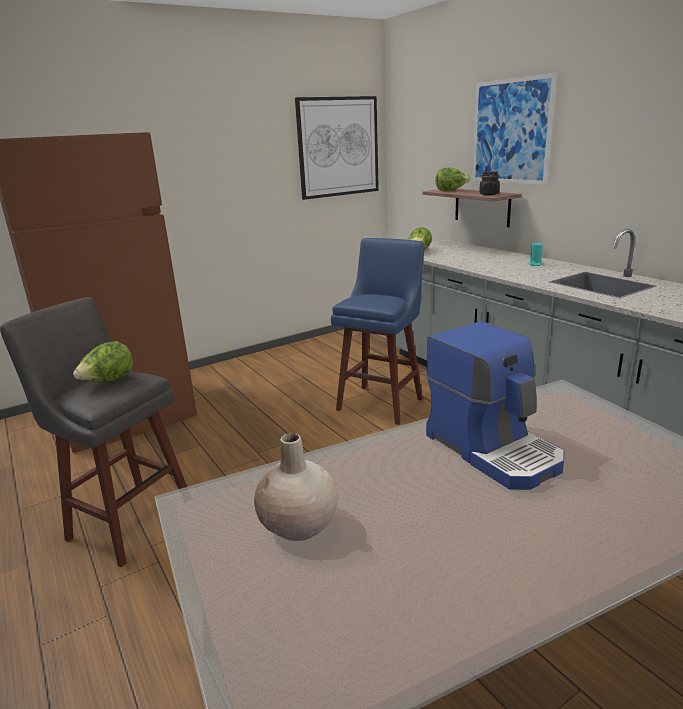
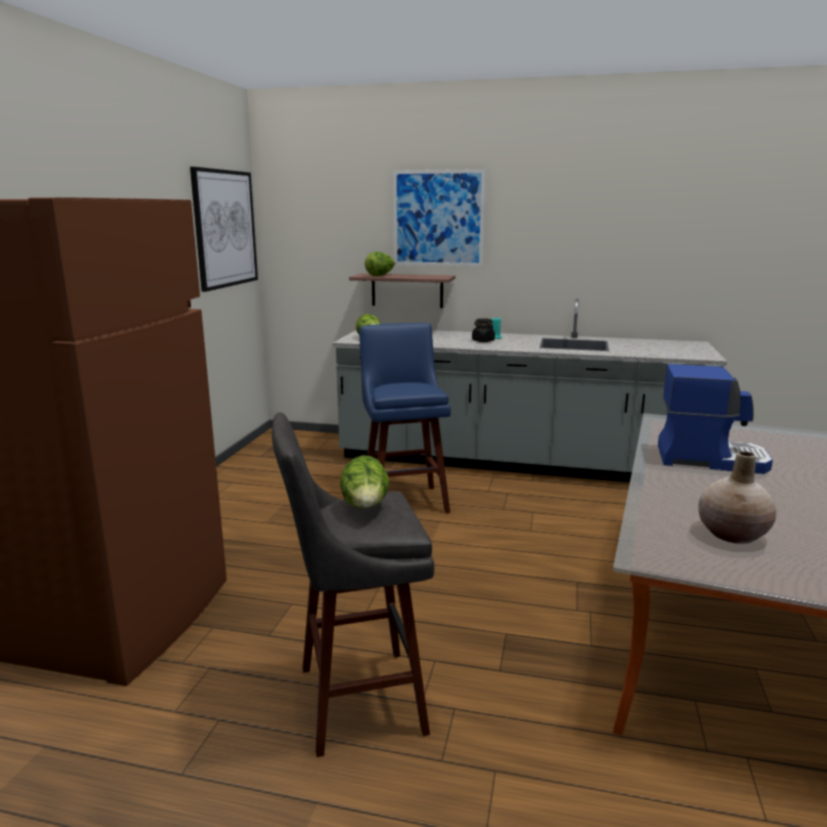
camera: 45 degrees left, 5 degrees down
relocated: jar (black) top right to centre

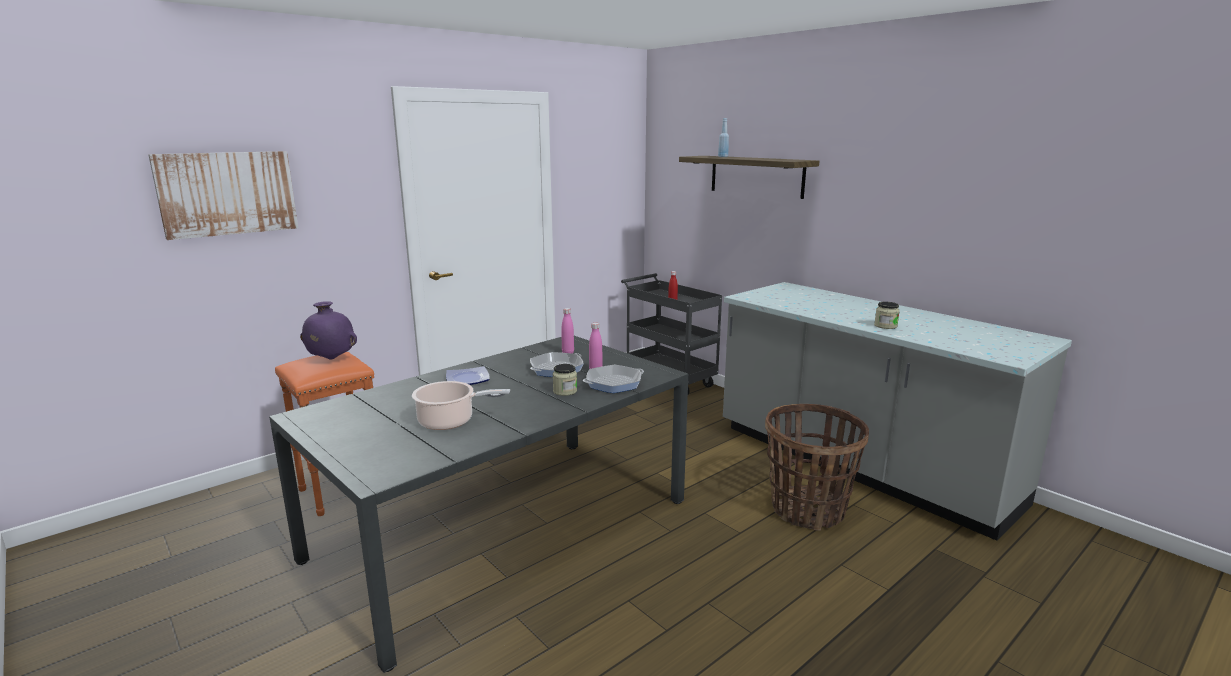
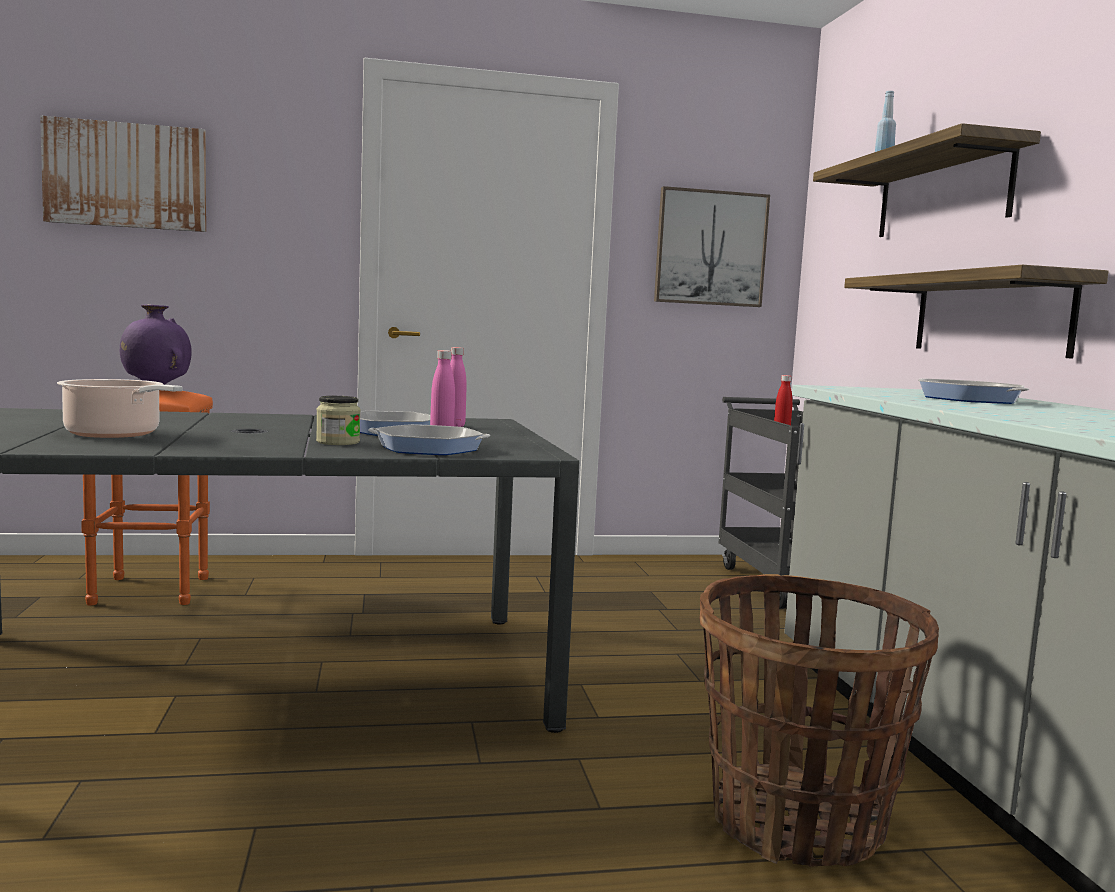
camera: 30 degrees right, 10 degrees down
missing: plate centre; jar (no. 2 from left) middle right
appeared: picture (no. 2 from left) top centre; shelf (no. 2 from left) middle right; frying pan (no. 3 from left) middle right

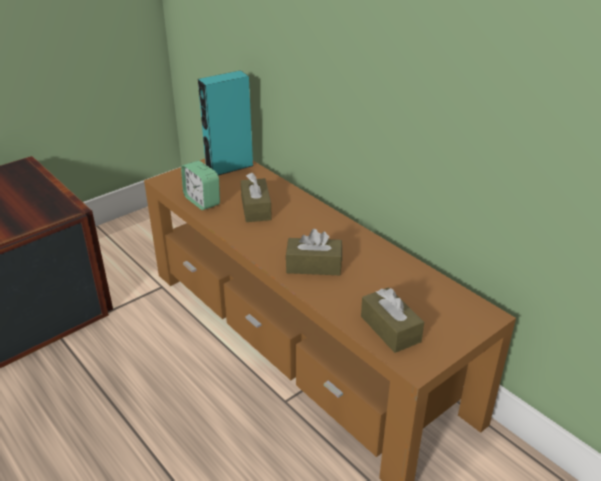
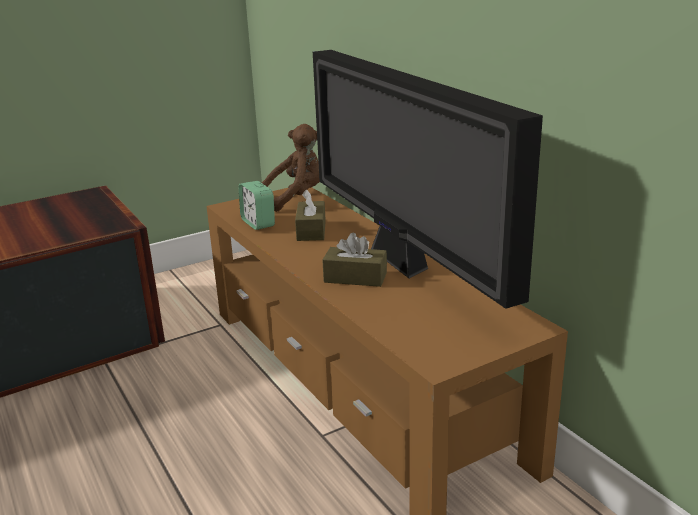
camera: 10 degrees right, 10 degrees down
missing: tissue box (brown) (no. 3 from left) centre
appeared: television centre
exchanged: speaker (turquoise) top centre to plush toy (brown) top centre

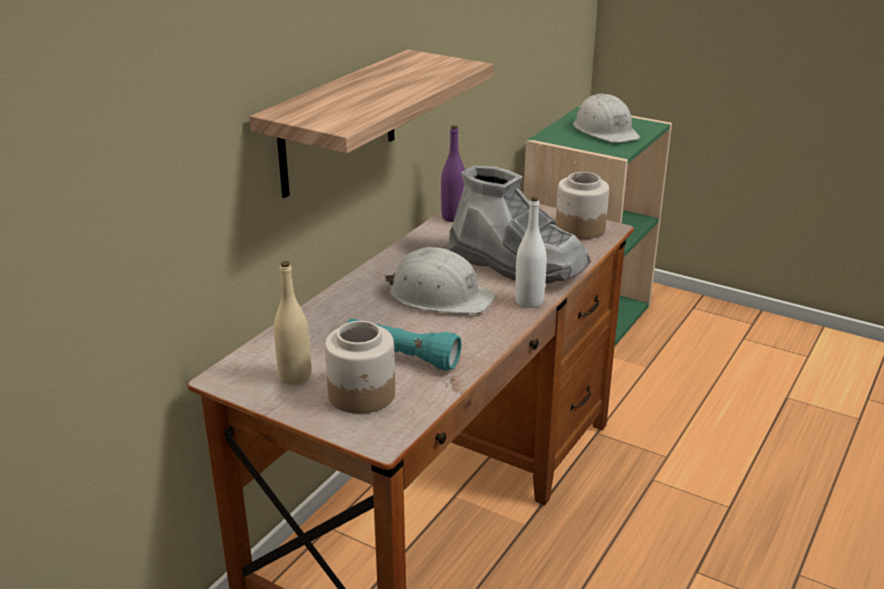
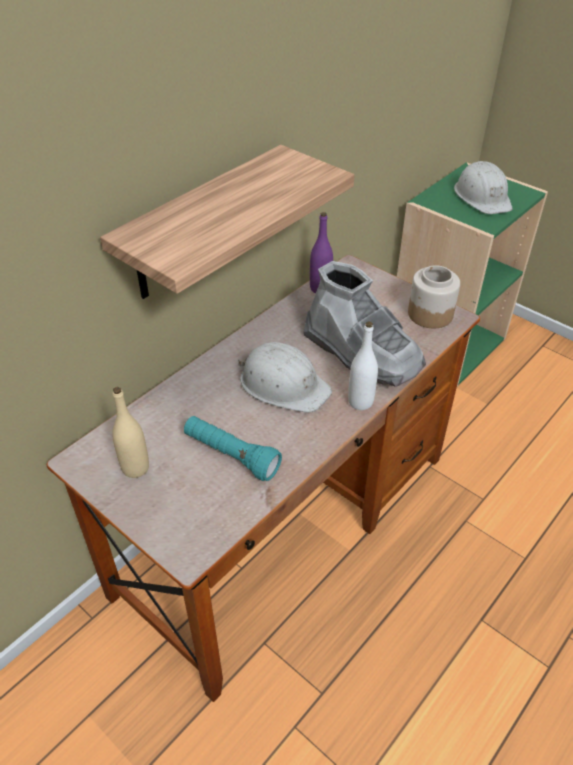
camera: 10 degrees right, 15 degrees up
missing: jar (no. 1 from left) centre

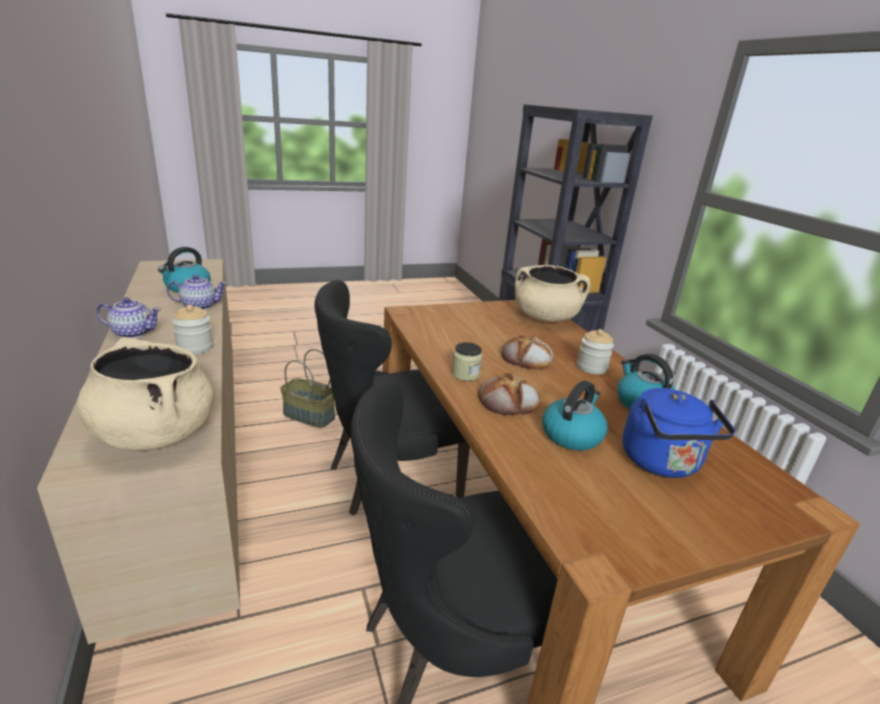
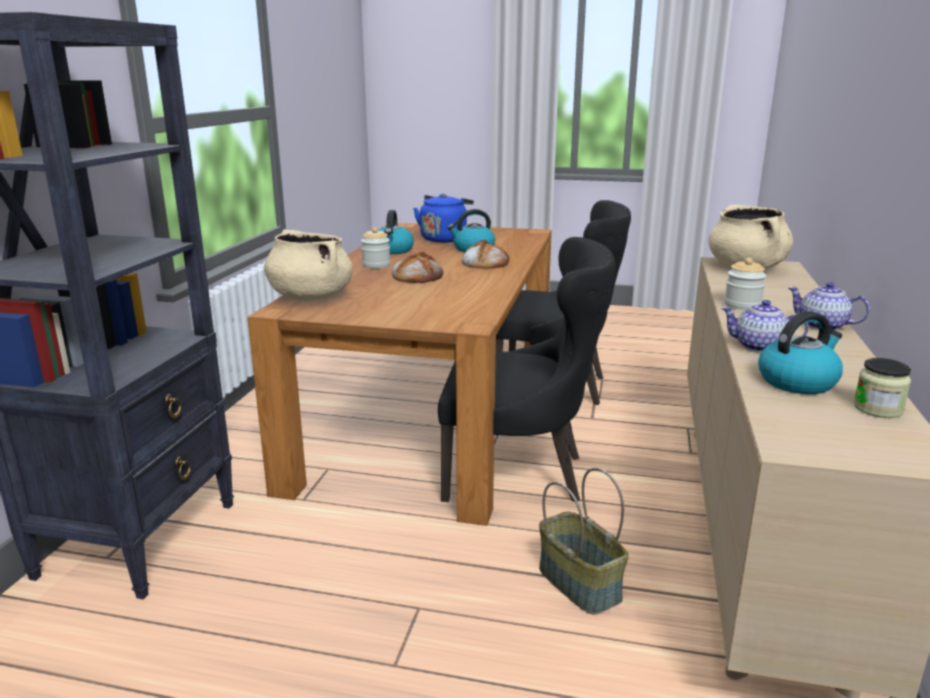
camera: 145 degrees left, 5 degrees down
relocated: jar (no. 2 from left in the first image) centre to jar (no. 3 from left) middle right

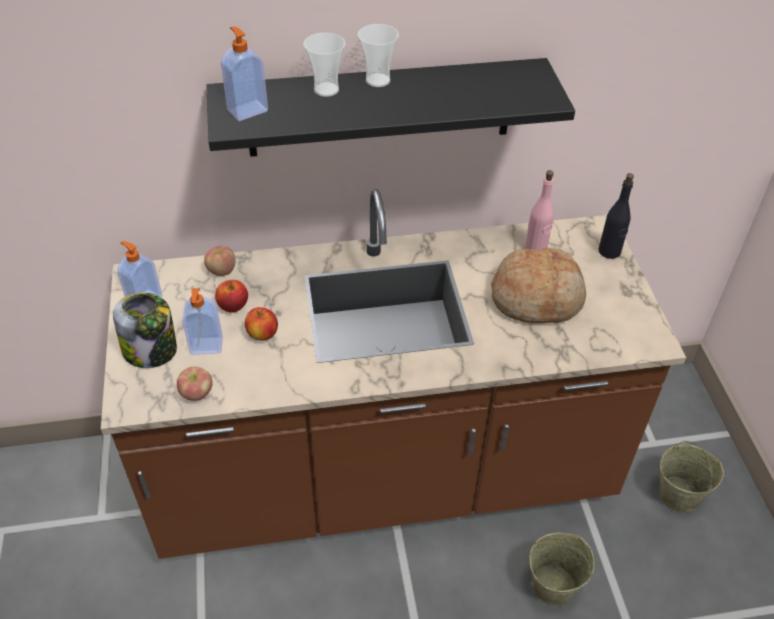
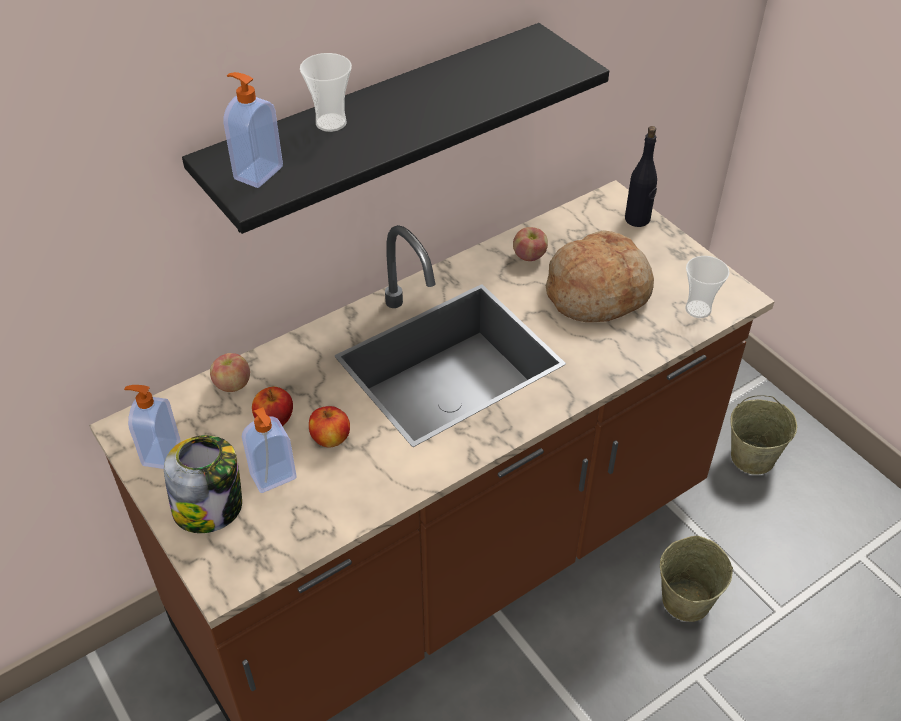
camera: 25 degrees left, 0 degrees up
missing: bottle (pink) middle right
relocated: apple (no. 1 from left in the first image) middle left to apple (no. 4 from left) centre; cup (no. 2 from left) top centre to middle right

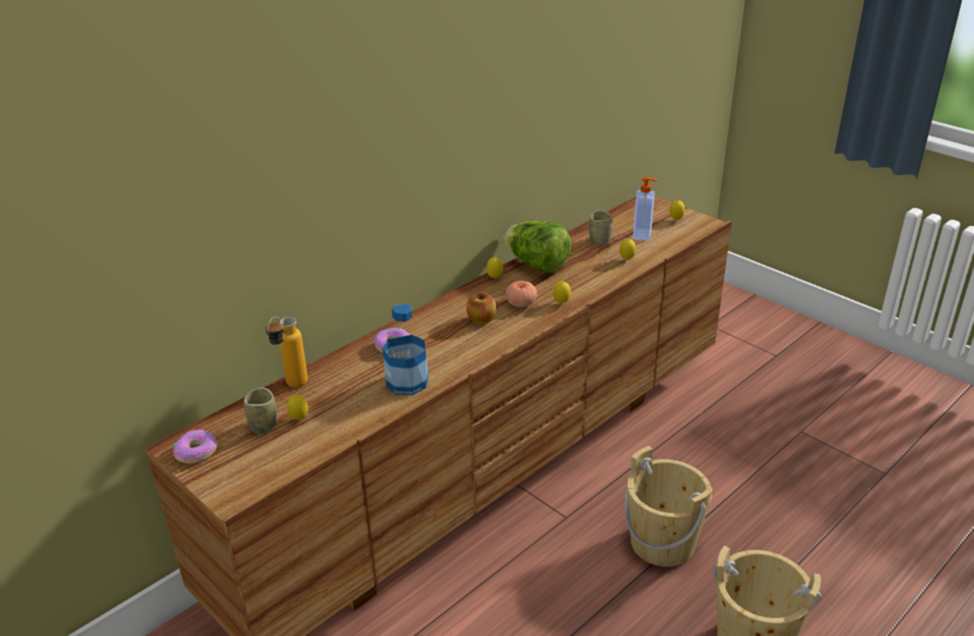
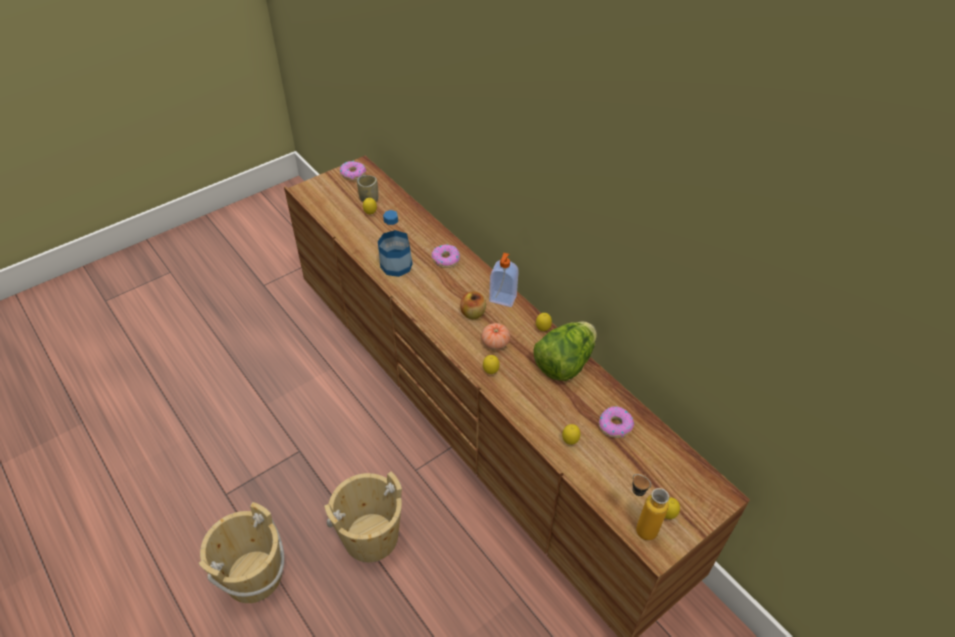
camera: 95 degrees right, 15 degrees up
relocated: soap dispenser top centre to centre; bottle (no. 1 from left in the first image) middle left to bottle (no. 2 from left) bottom right
exchanged: cup (no. 2 from left) centre to donut (no. 3 from left) centre

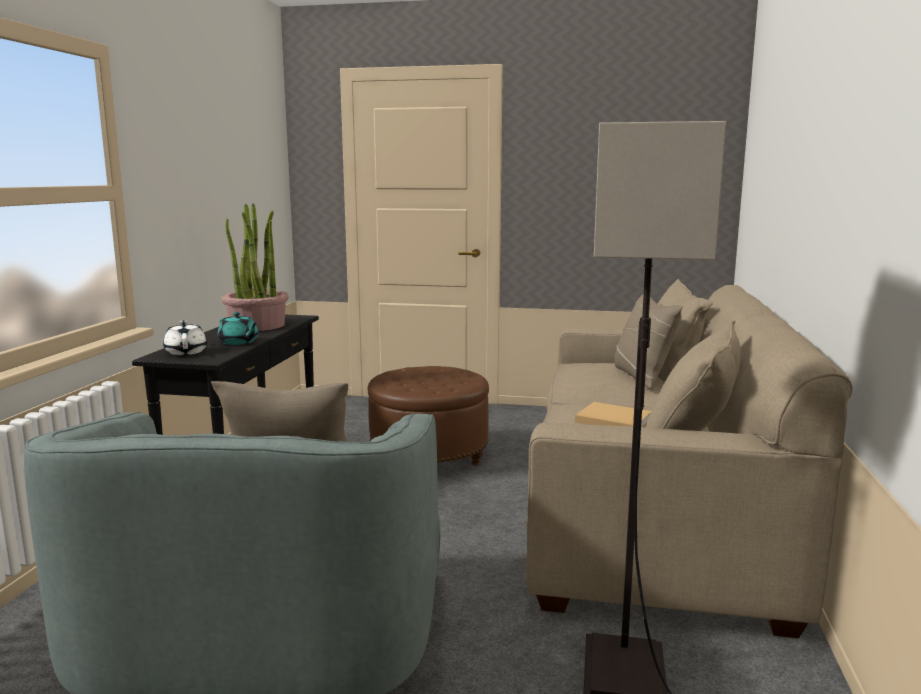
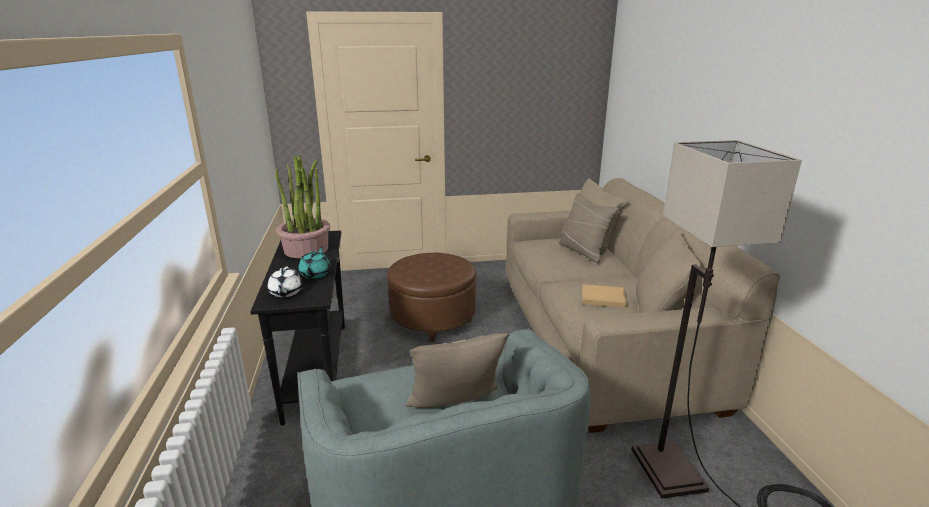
camera: 20 degrees left, 10 degrees up
spun: teapot (white) middle left = middle left 150 degrees counterclockwise; teapot (turquoise) middle left = centre 105 degrees counterclockwise

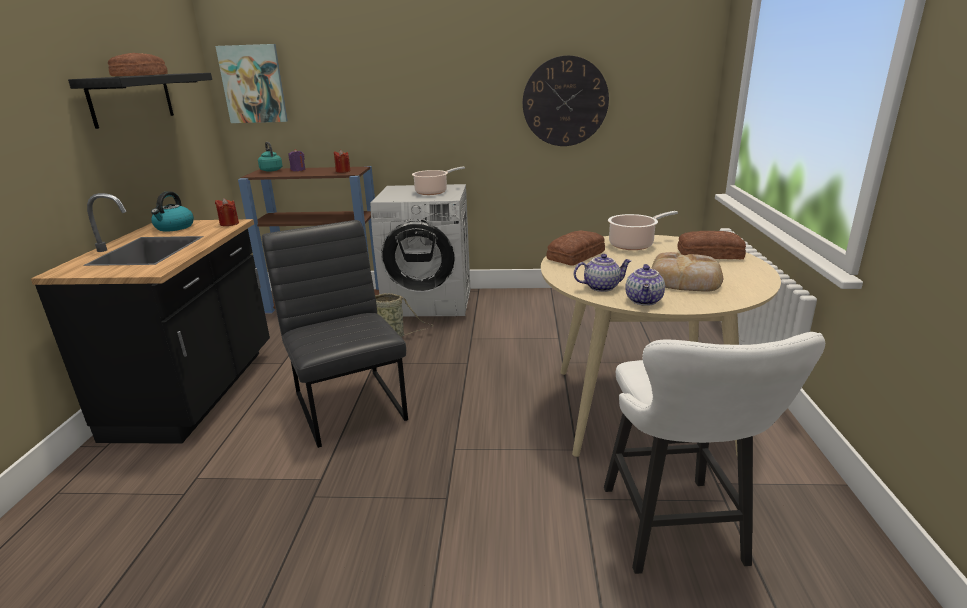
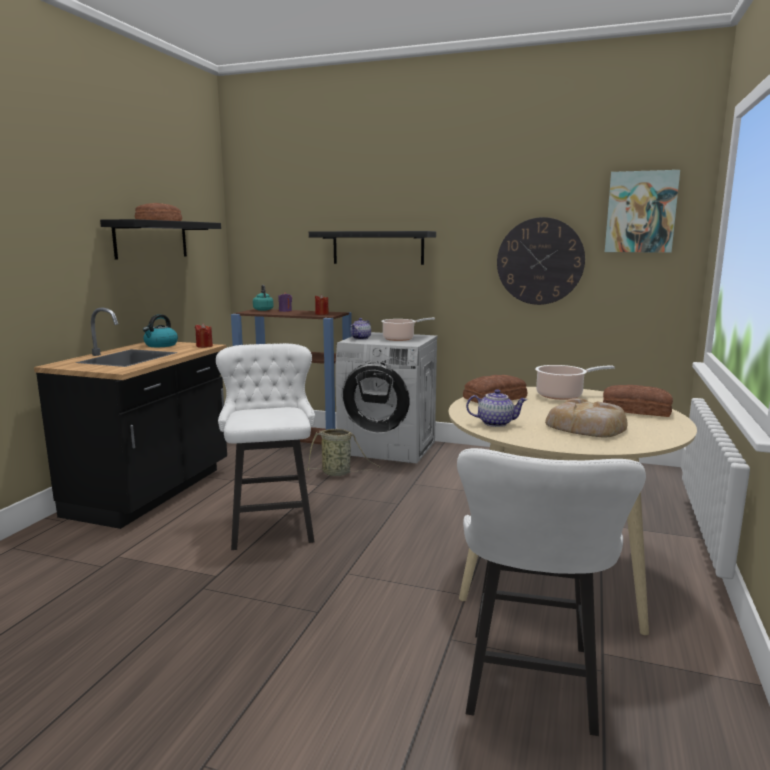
camera: 15 degrees right, 10 degrees down
appeared: shelf (black) (no. 2 from left) top centre
relocated: teapot (no. 2 from left in the first image) middle right to teapot (no. 1 from left) centre; picture top left to top right
exchanged: chair (grey) centre to stool (white) (no. 1 from left) centre

